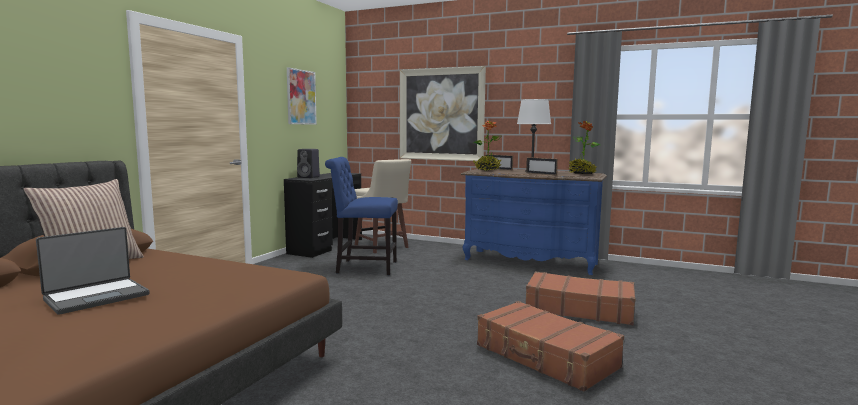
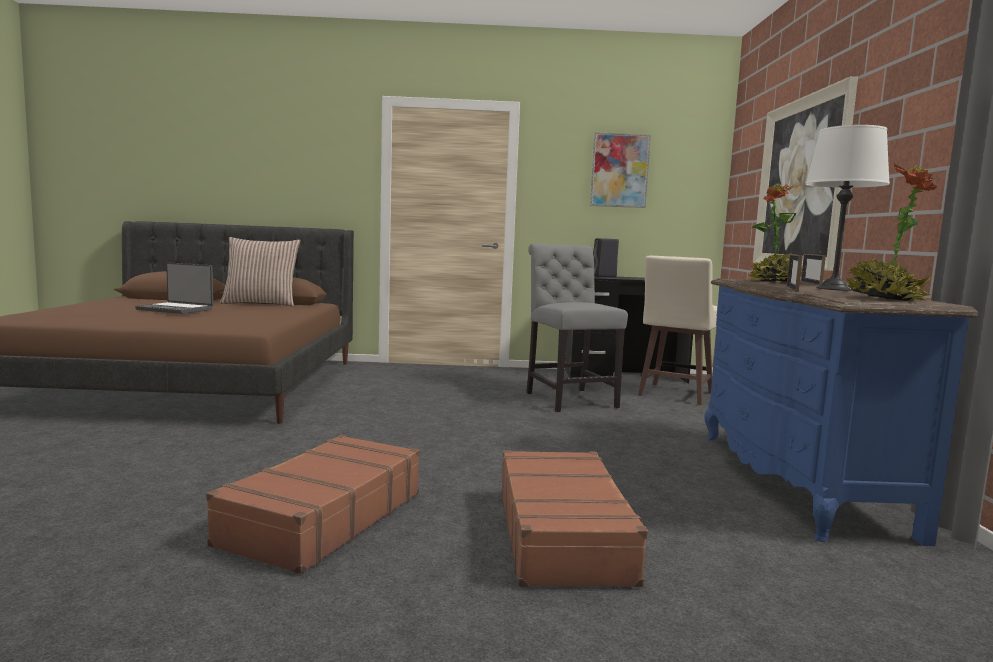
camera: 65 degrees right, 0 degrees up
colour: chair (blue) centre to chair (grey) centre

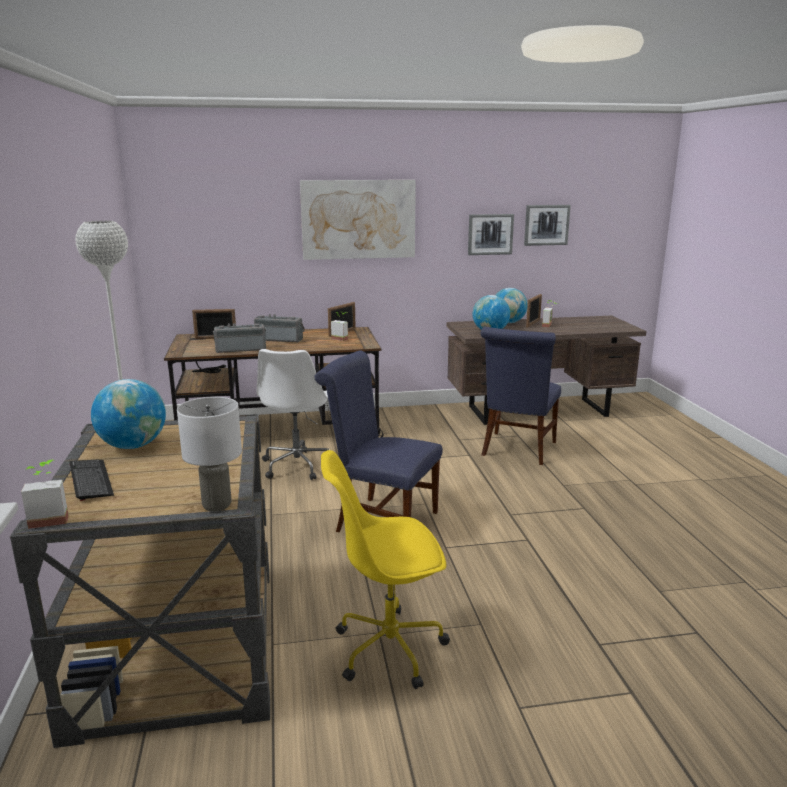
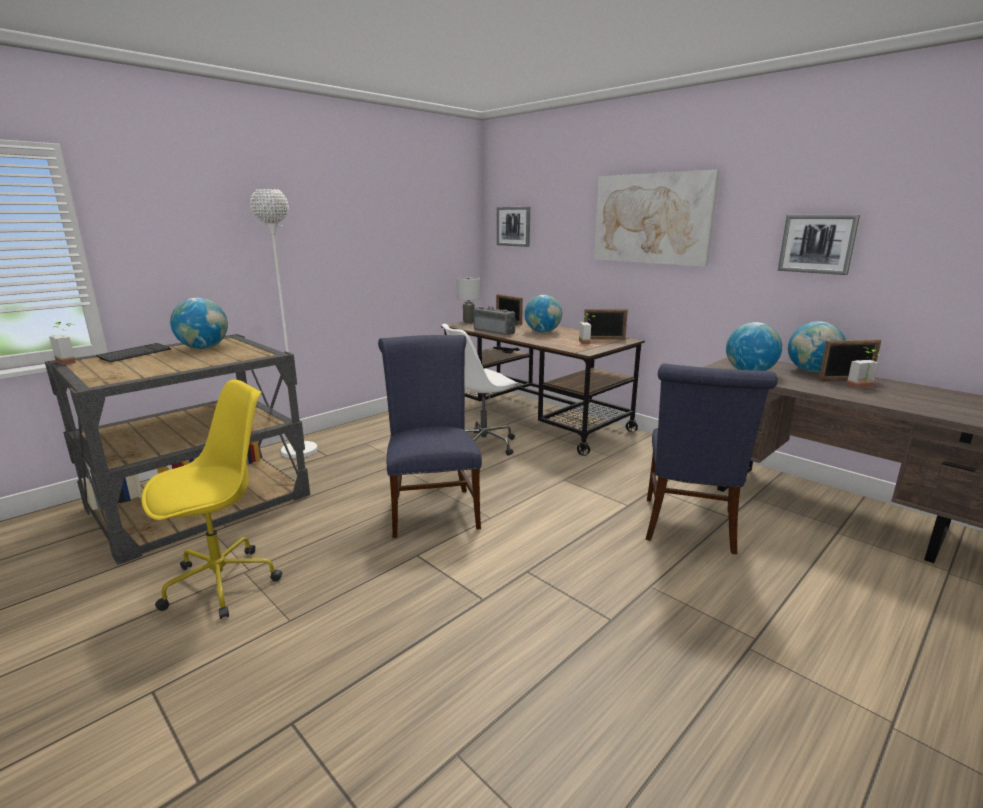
camera: 55 degrees right, 0 degrees up
relocated: table lamp (white) middle left to centre; picture (no. 3 from left in the first image) top right to picture (no. 1 from left) top centre
exchanged: radio (no. 2 from left) centre to globe (no. 2 from left) centre
spun: office chair (yellow) bottom centre = middle left 90 degrees clockwise; chair (blue) (no. 2 from left) centre = middle right 60 degrees counterclockwise

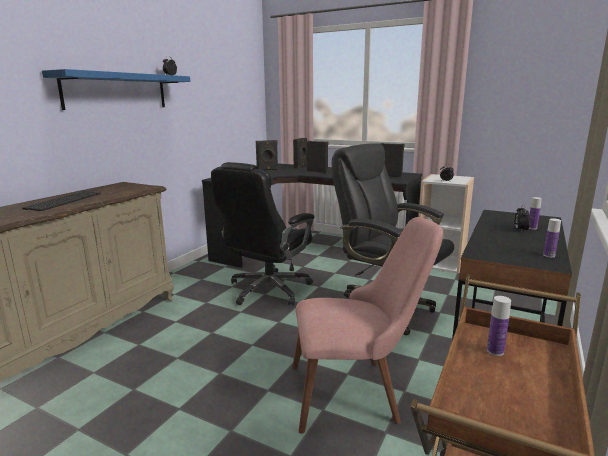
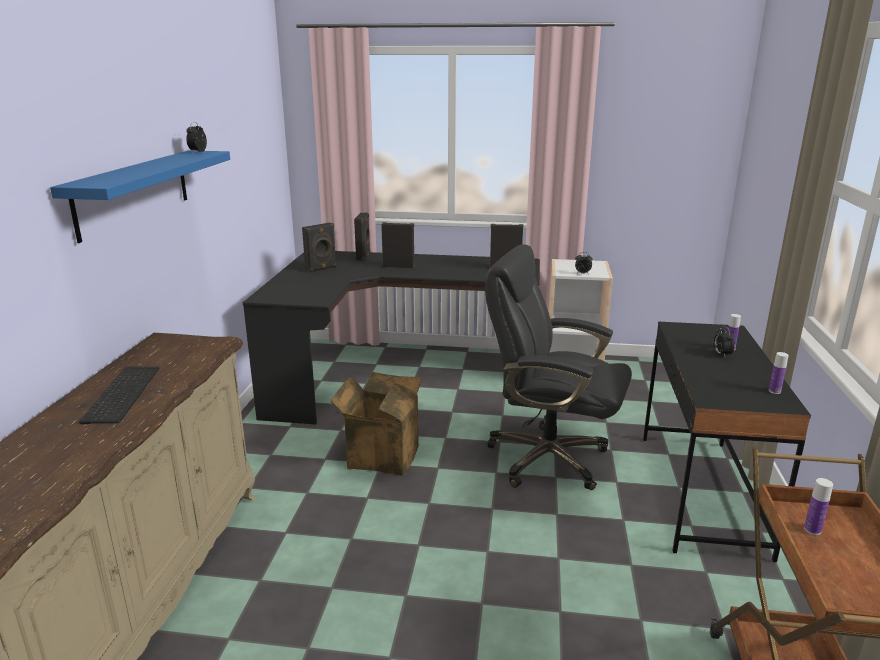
camera: 20 degrees left, 5 degrees up
missing: chair (pink) bottom centre
exchanged: office chair (black) (no. 1 from left) centre to cardboard box centre

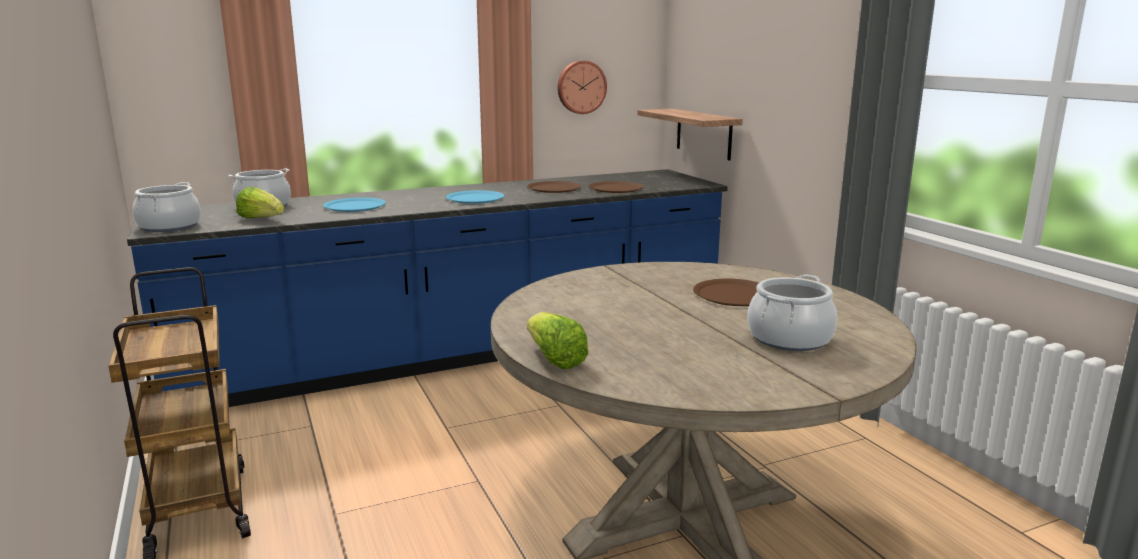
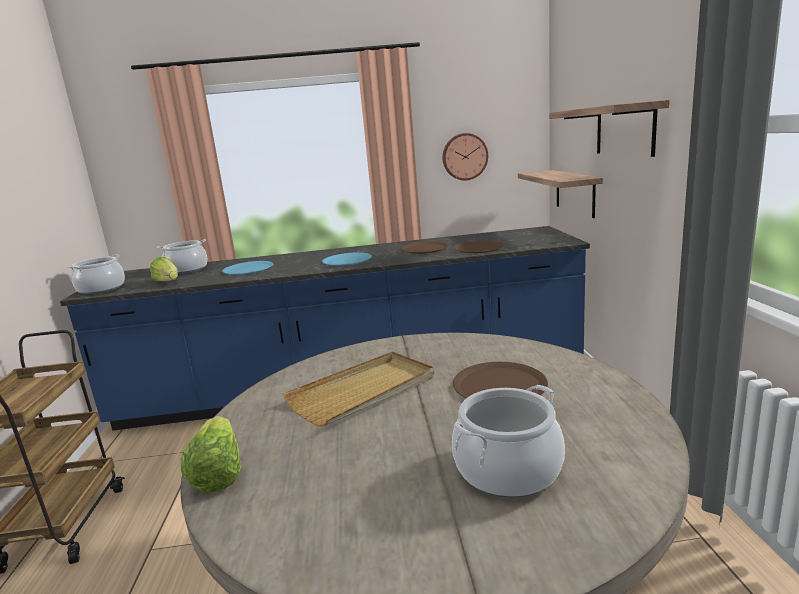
camera: 20 degrees right, 0 degrees up
appeared: tray (beige) centre; shelf (no. 2 from left) top right

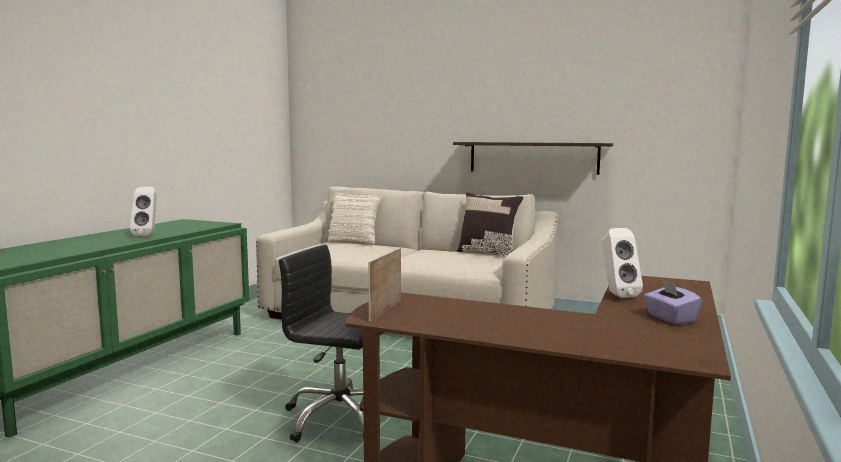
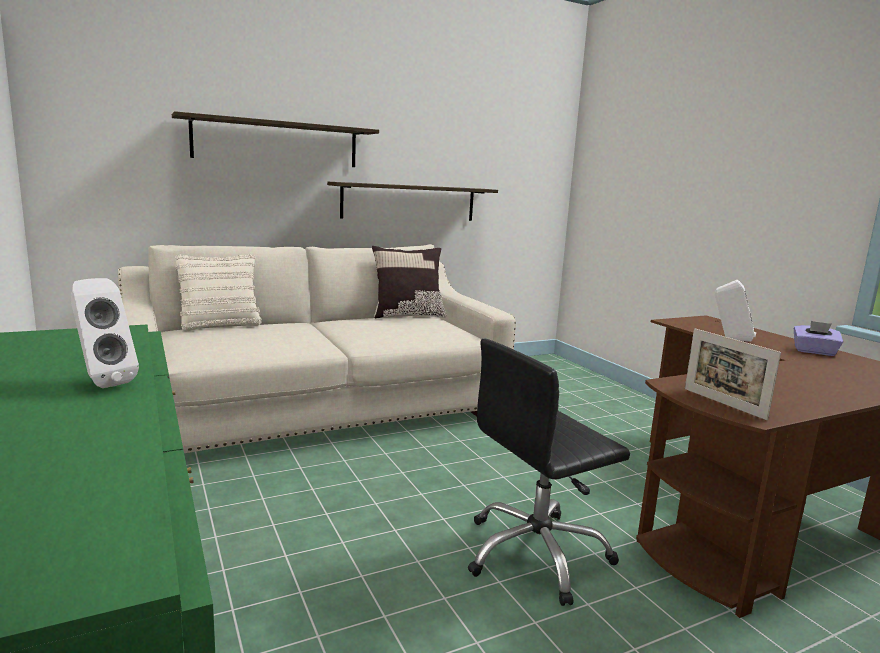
camera: 50 degrees left, 5 degrees up
appeared: shelf (no. 1 from left) top left

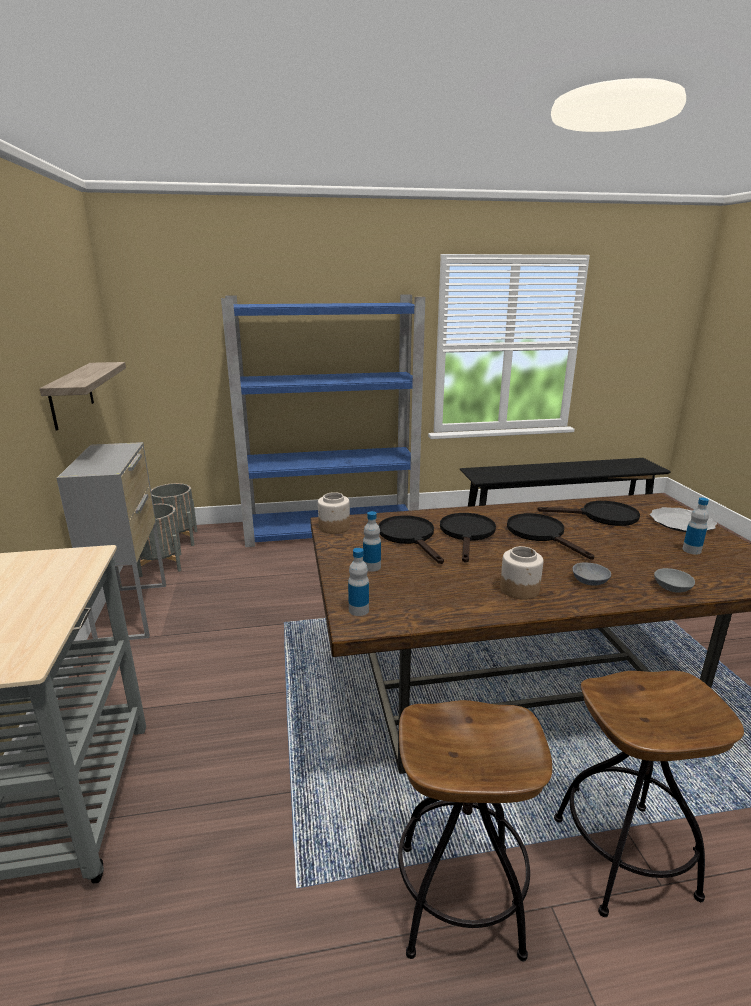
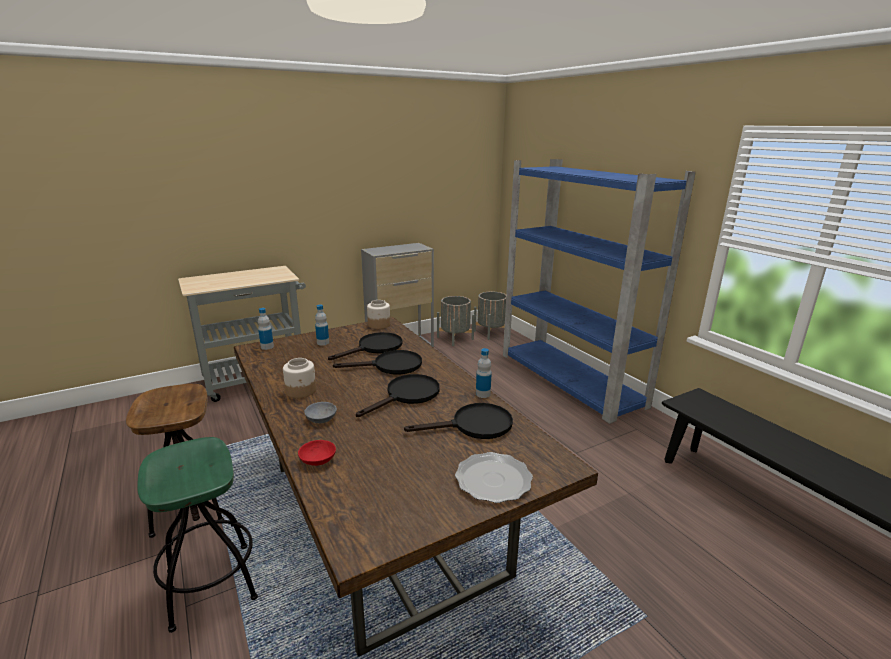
camera: 70 degrees right, 0 degrees up
missing: shelf middle left
relocated: bottle (no. 3 from left) middle right to centre
colour: stool (brown) (no. 2 from left) bottom right to stool (green) bottom left; bowl (grey) (no. 2 from left) middle right to bowl (red) bottom centre
spun: frying pan (black) (no. 4 from left) middle right = centre 90 degrees counterclockwise

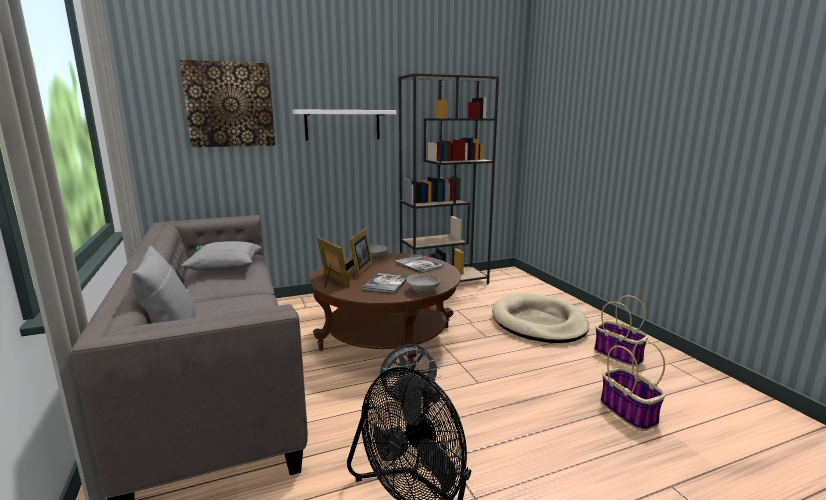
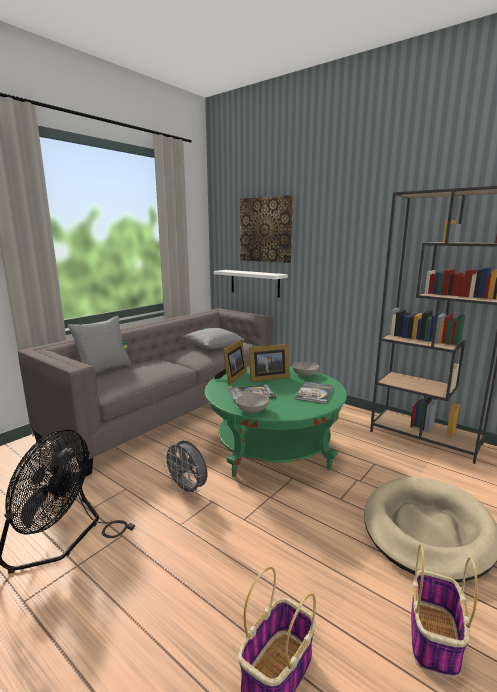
camera: 60 degrees right, 0 degrees up
relocated: shelf (white) top centre to centre
colour: coffee table (brown) centre to coffee table (green) centre

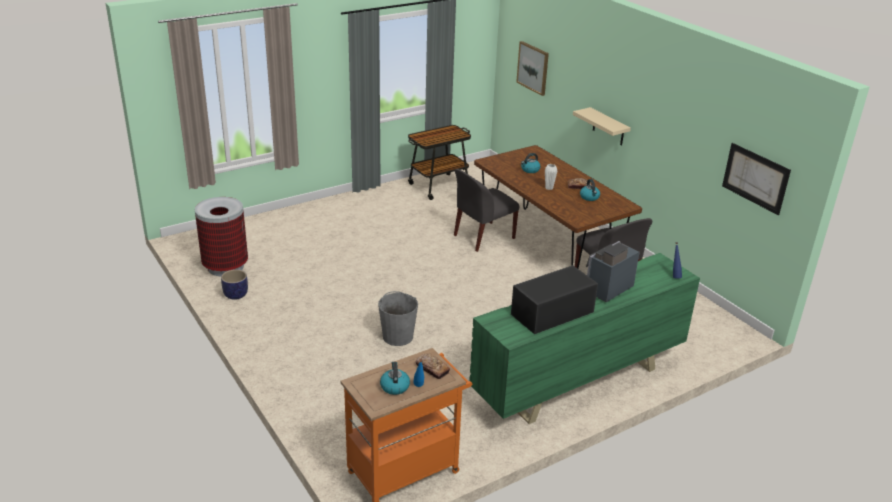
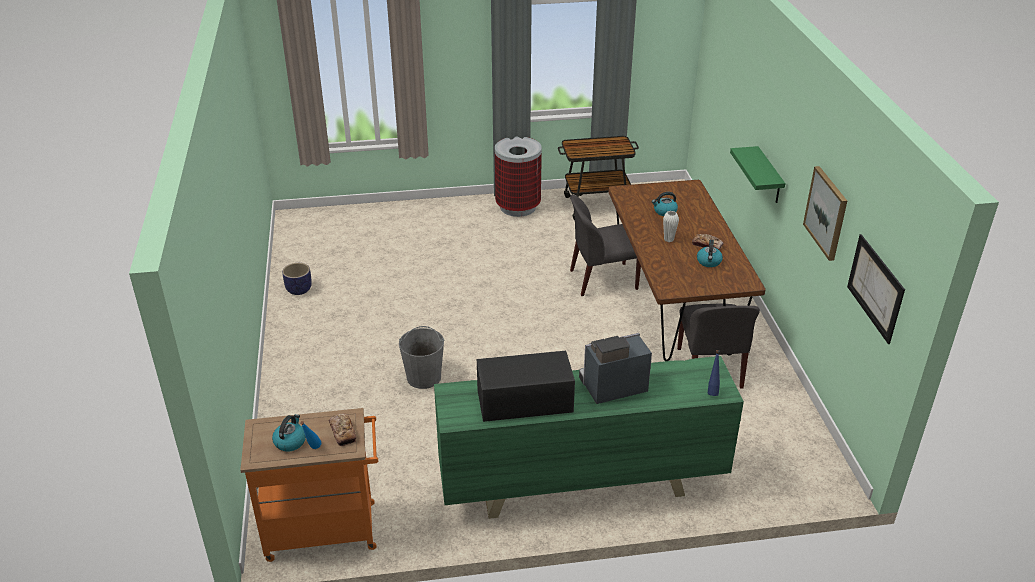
camera: 25 degrees right, 5 degrees up
relocated: trash can middle left to top centre; picture (no. 1 from left) top centre to middle right
colour: shelf (beige) top right to shelf (green) top right

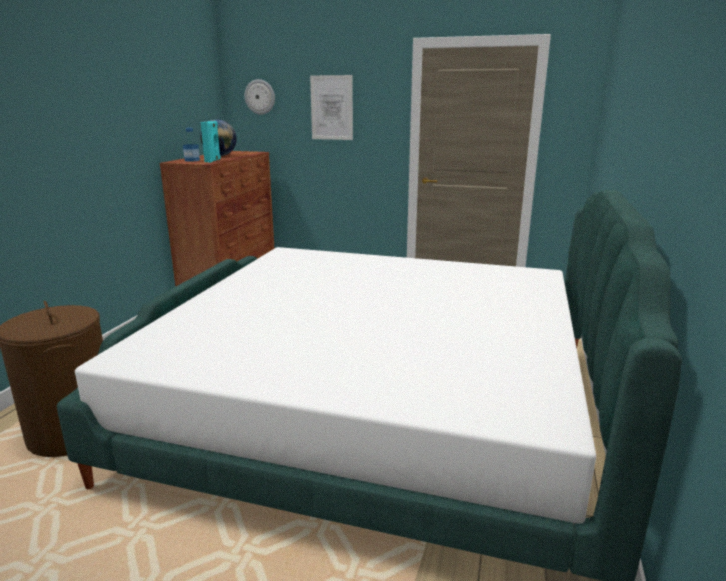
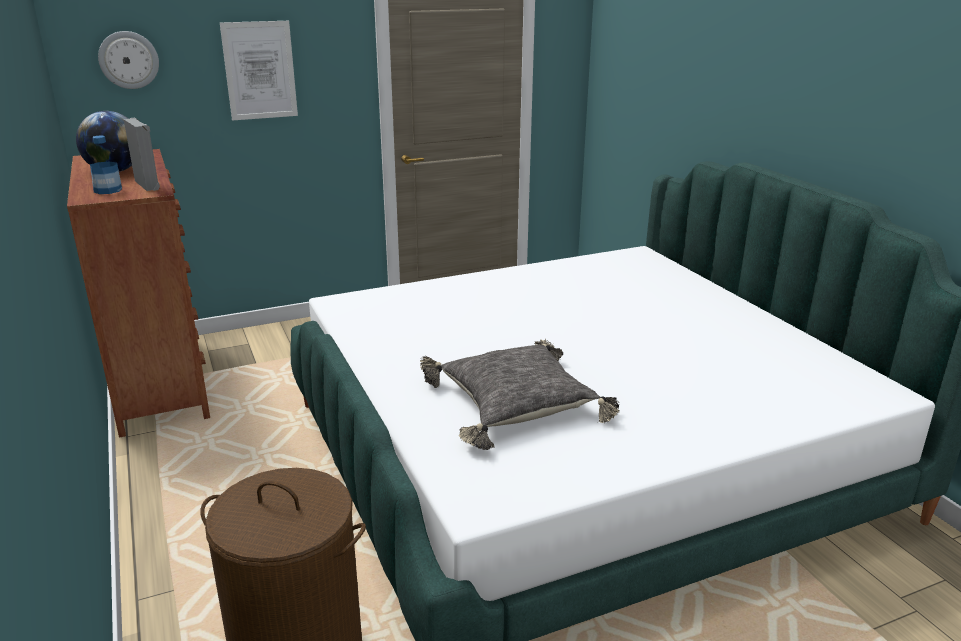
camera: 40 degrees left, 5 degrees up
appeared: pillow centre
colour: speaker (turquoise) top left to speaker (grey) top left

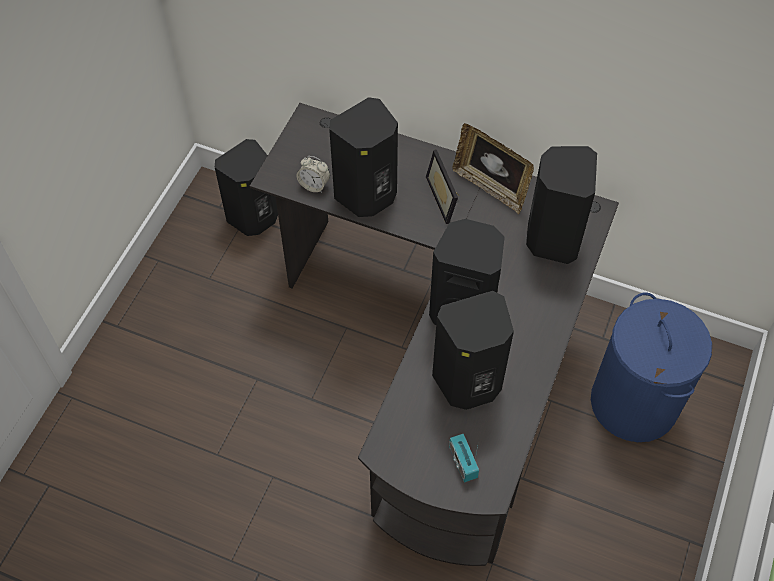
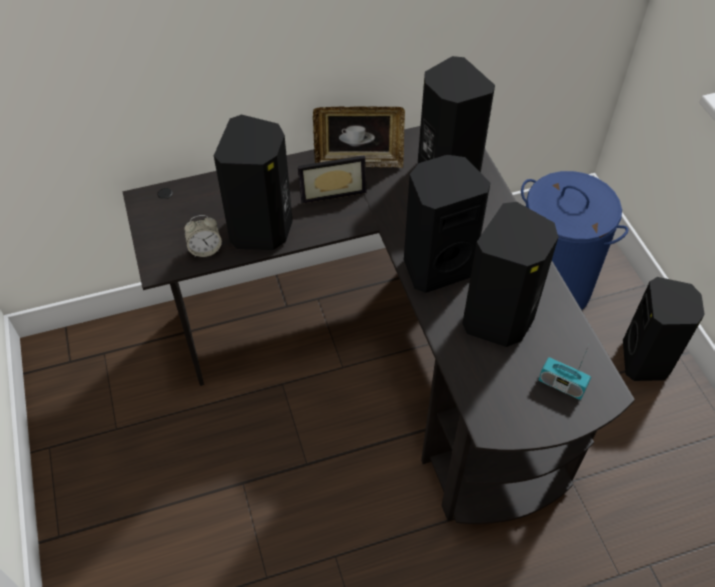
camera: 40 degrees left, 5 degrees down
relocated: speaker (black) (no. 1 from left in the first image) top left to speaker (black) (no. 5 from left) middle right
spun: picture frame (no. 1 from left) top centre = top centre 45 degrees counterclockwise

